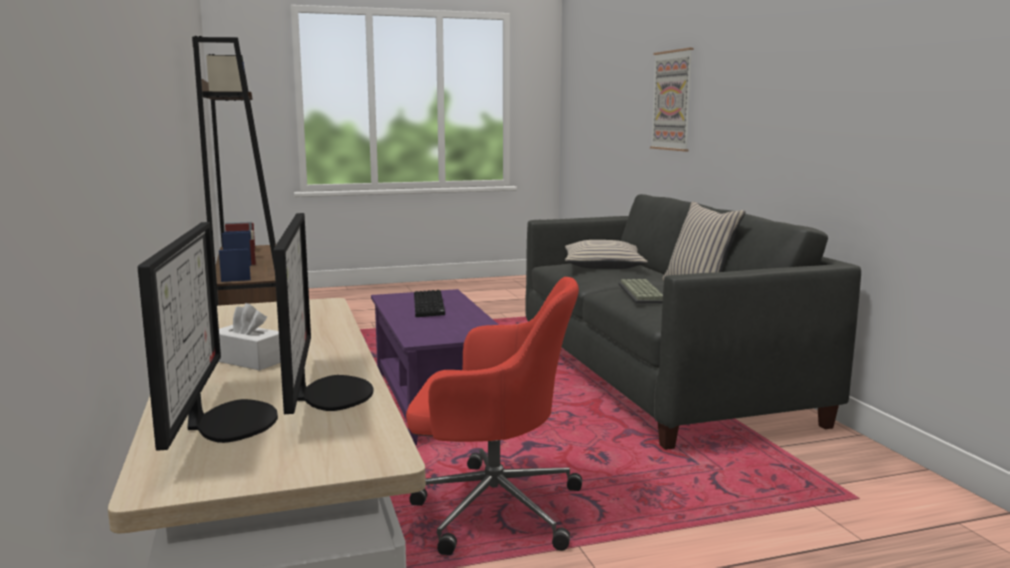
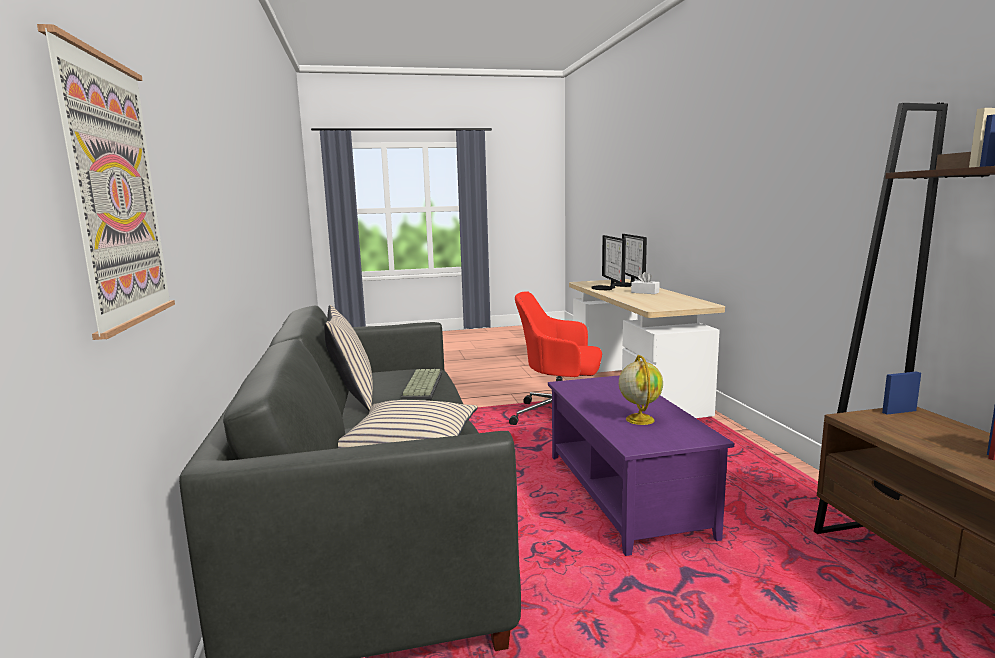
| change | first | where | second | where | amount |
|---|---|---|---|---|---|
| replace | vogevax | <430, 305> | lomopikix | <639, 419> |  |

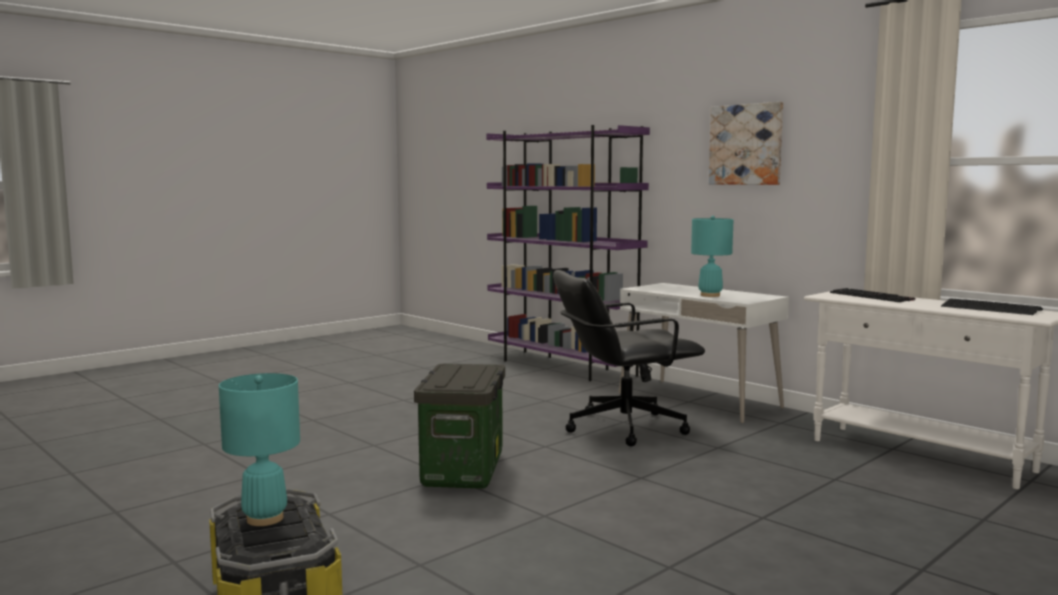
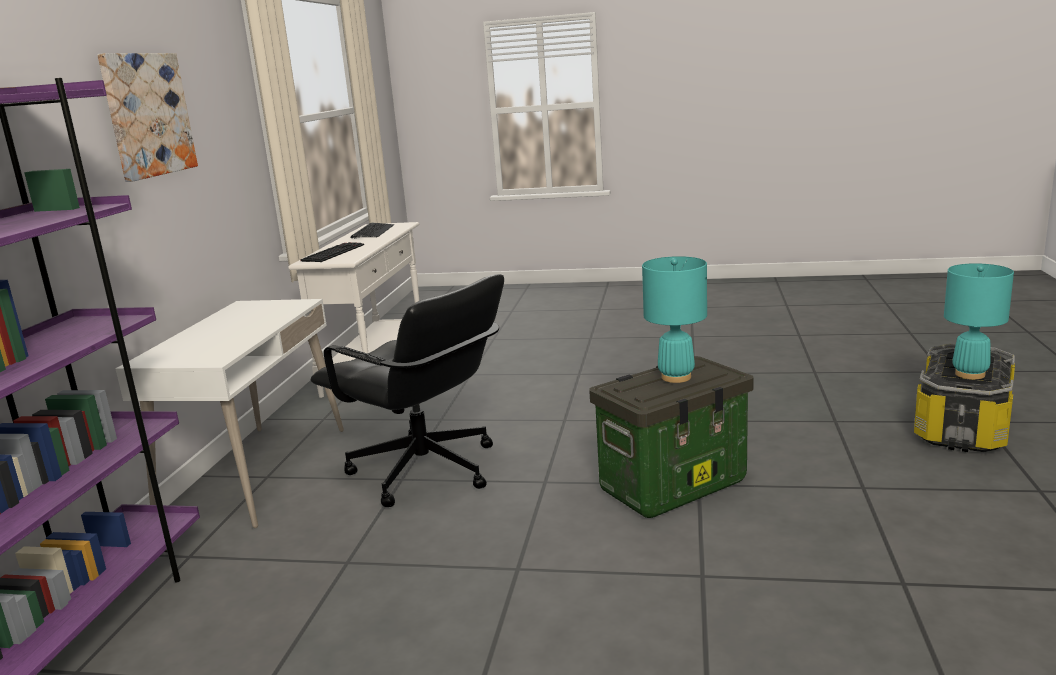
| change | first | where | second | where | amount |
|---|---|---|---|---|---|
| move | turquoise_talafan | <710, 295> |  | <676, 377> |  |

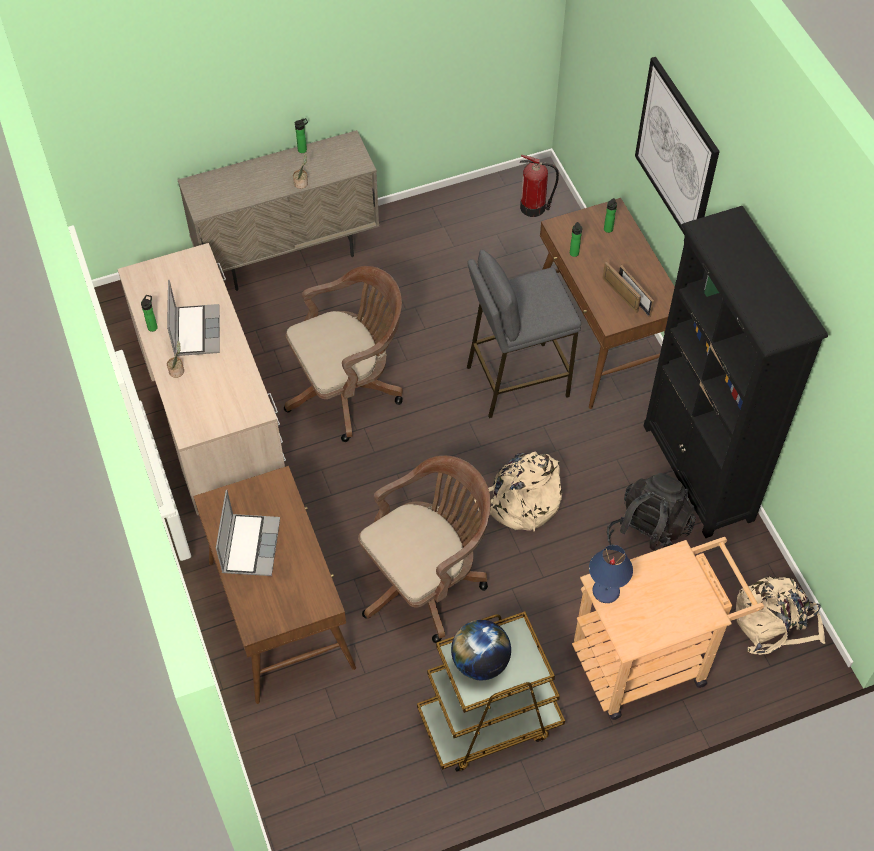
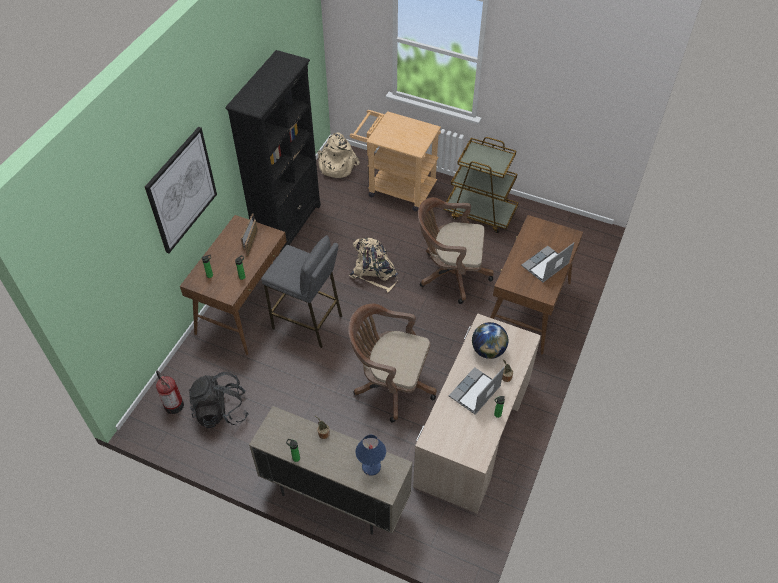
| change | first | where | second | where | amount |
|---|---|---|---|---|---|
| move | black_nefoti | <648, 535> |  | <221, 411> |  |
| move | blue_talafan | <606, 591> |  | <370, 467> |  |
| move | lomopikix | <480, 662> |  | <488, 350> |  |

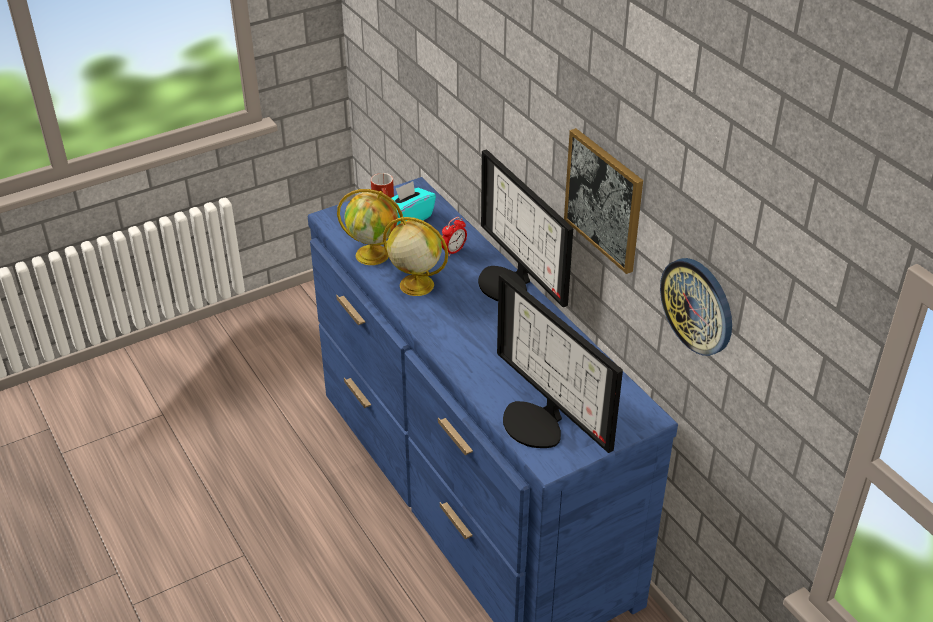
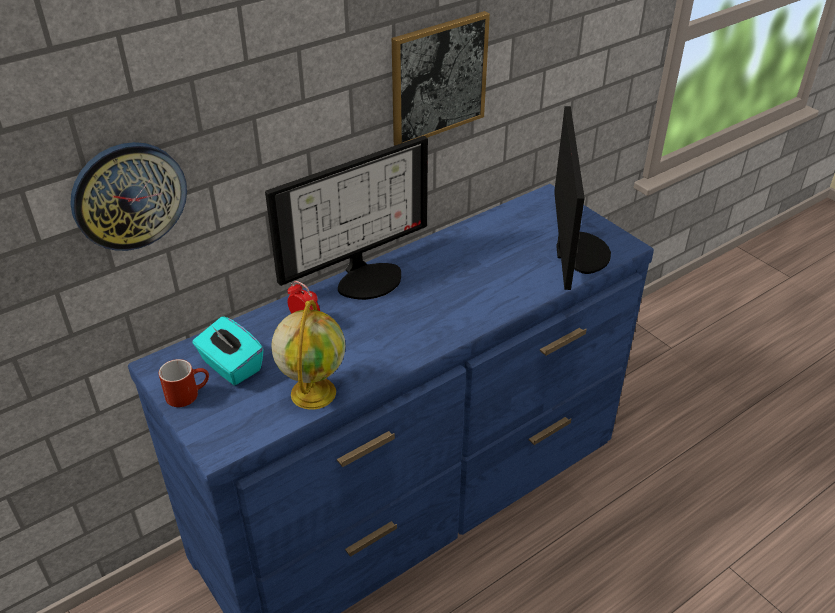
| change | first | where | second | where | amount |
|---|---|---|---|---|---|
| delete | lomopikix | <415, 285> |  |  |  |
| move | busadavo | <698, 305> |  | <129, 196> |  |
| rotate | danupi | <538, 422> |  | <577, 252> | 45 degrees counterclockwise |

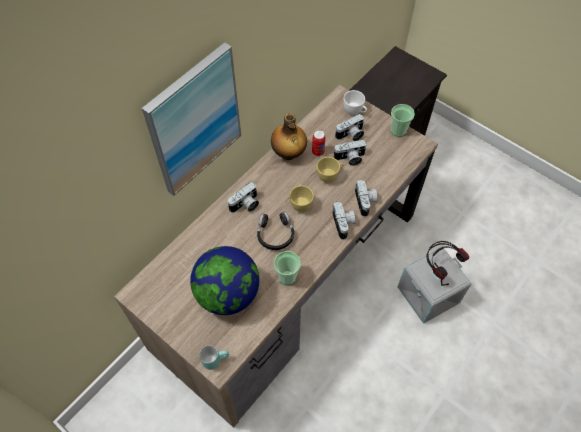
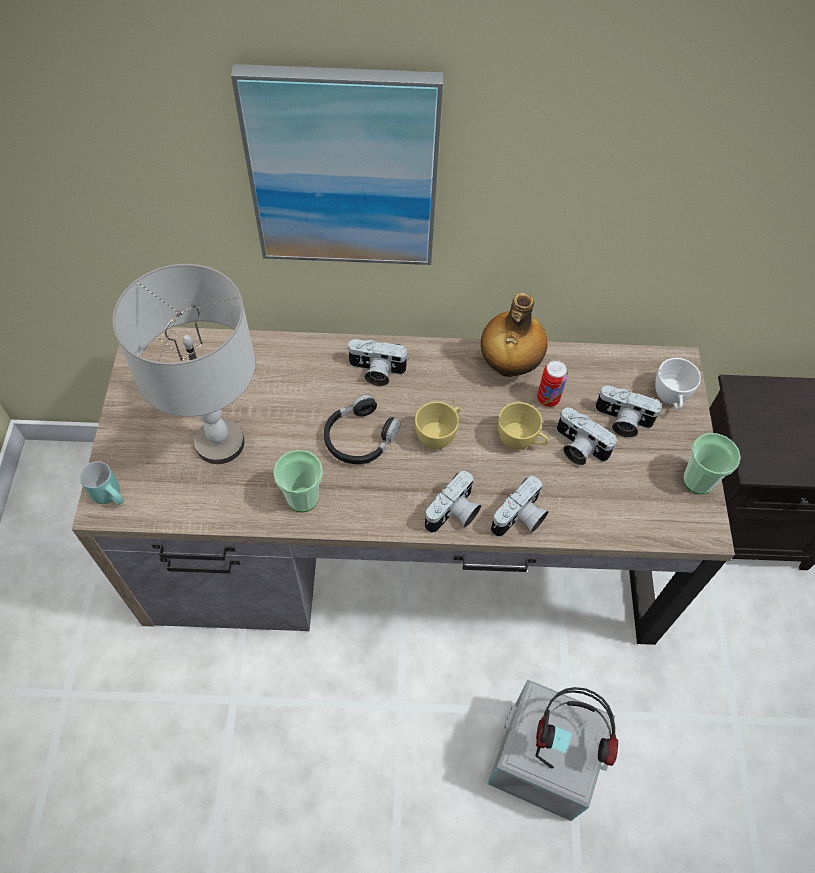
| change | first | where | second | where | amount |
|---|---|---|---|---|---|
| replace | lomopikix | <227, 294> | grey_talafan | <220, 444> |  |

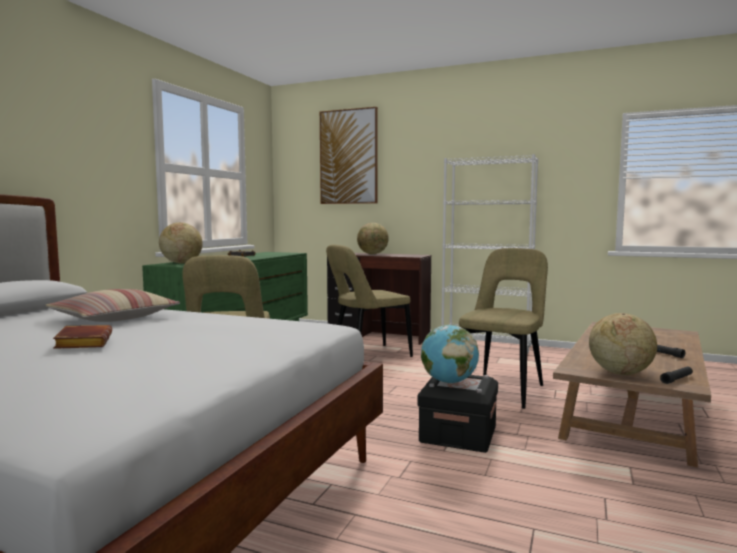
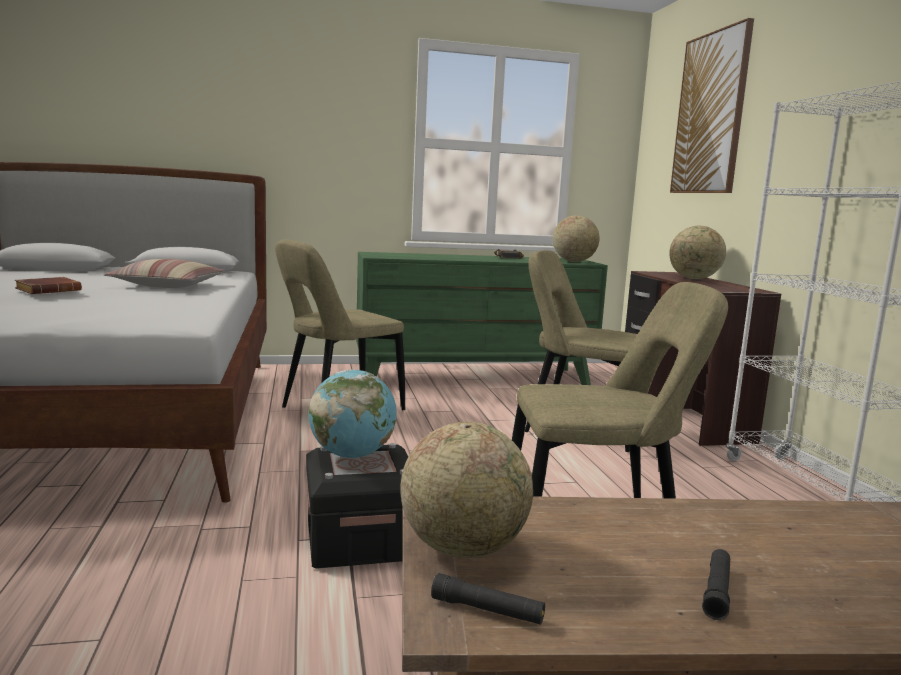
| change | first | where | second | where | amount |
|---|---|---|---|---|---|
| move | lomopikix | <181, 263> |  | <573, 261> |  |

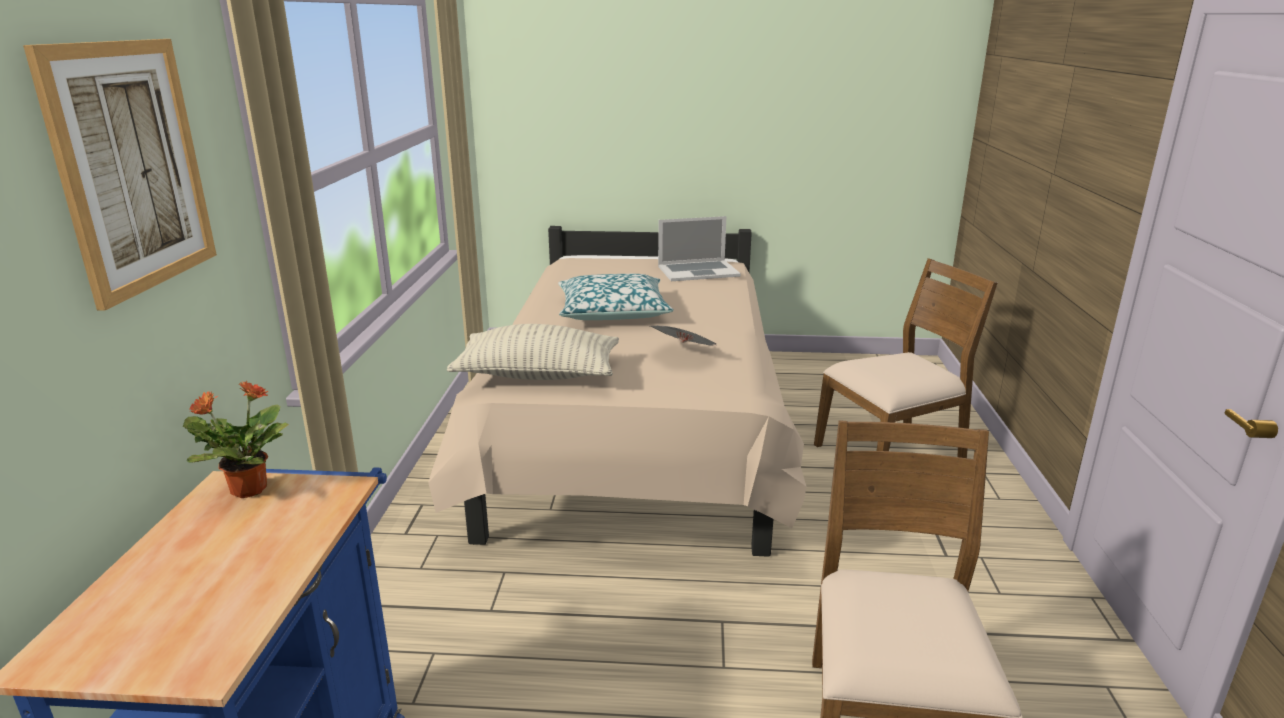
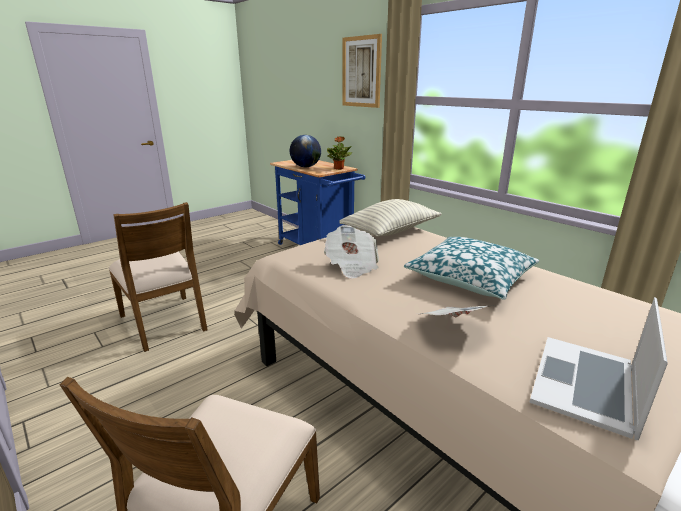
| change | first | where | second | where | amount |
|---|---|---|---|---|---|
| insert |  |  | lomopikix | <305, 167> |  |
| insert |  |  | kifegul | <452, 327> |  |

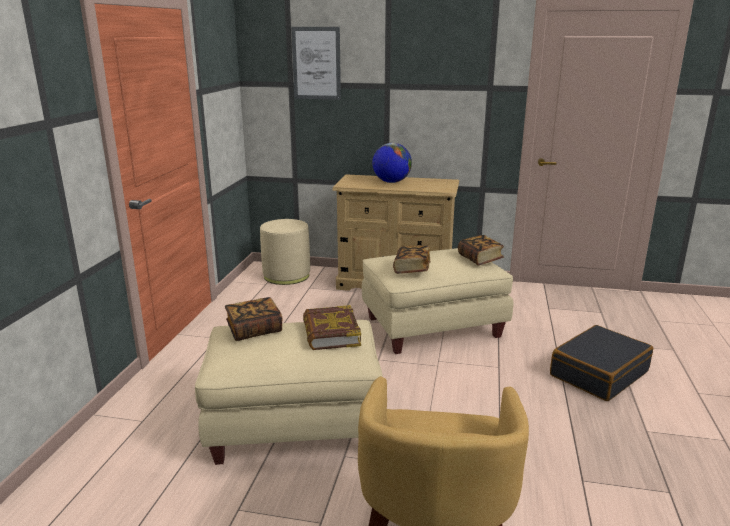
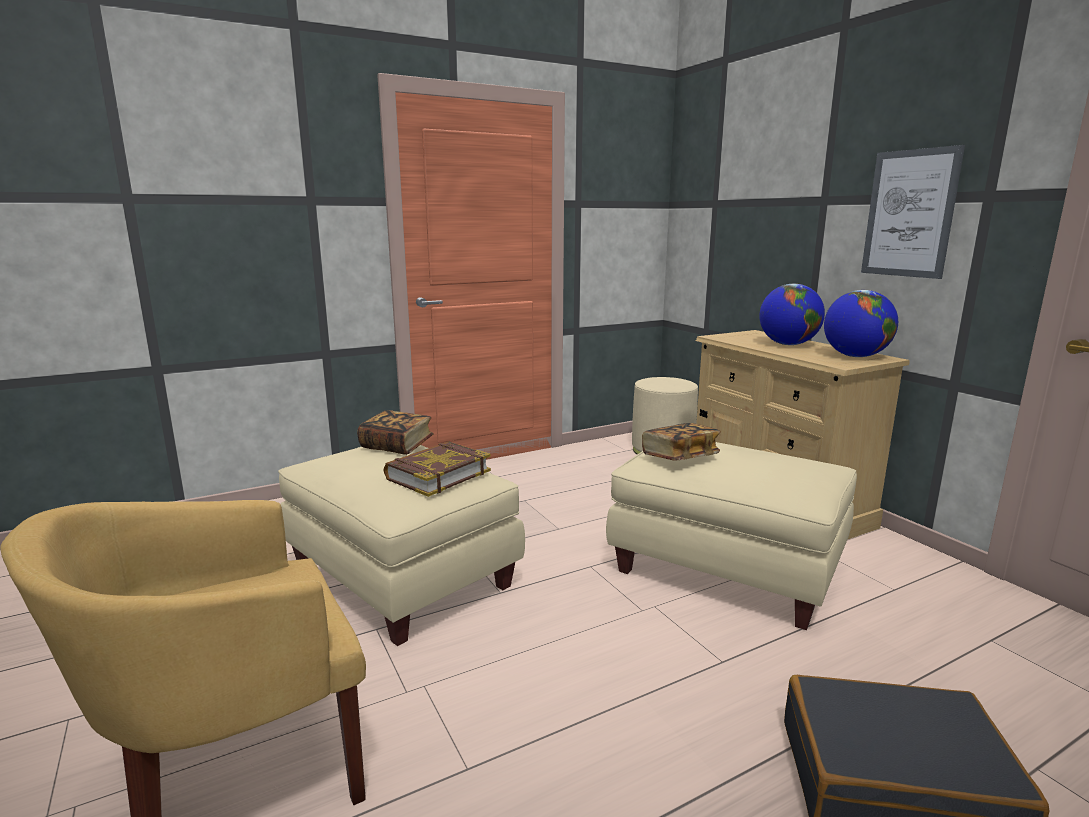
| change | first | where | second | where | amount |
|---|---|---|---|---|---|
| move | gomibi | <316, 63> |  | <909, 214> |  |
| delete | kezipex | <480, 259> |  |  |  |
| insert |  |  | lomopikix | <855, 356> |  |

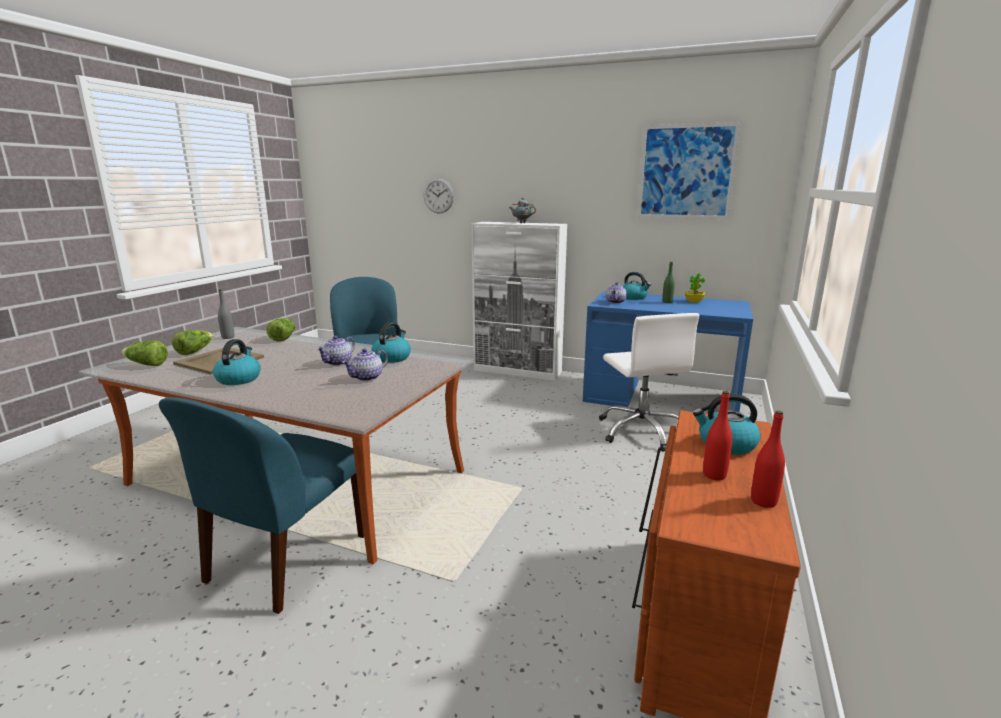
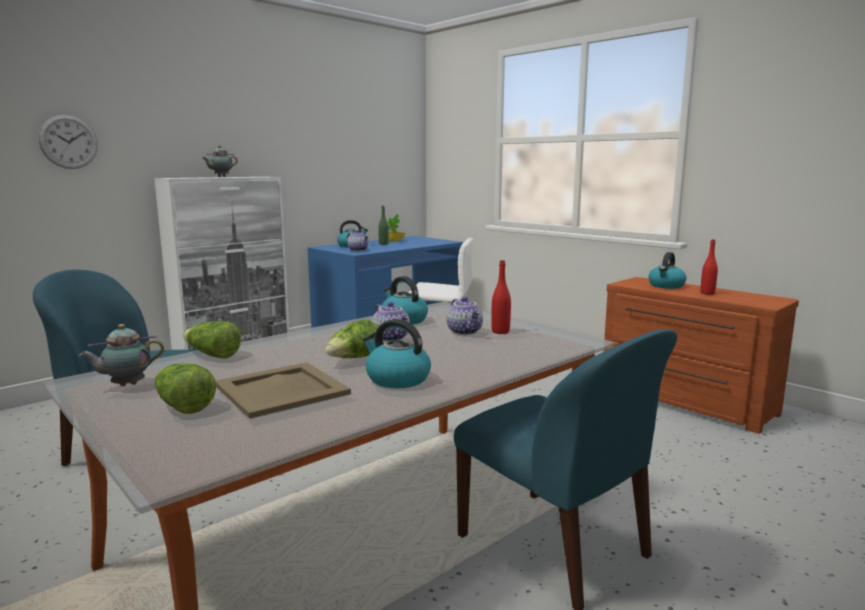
| change | first | where | second | where | amount |
|---|---|---|---|---|---|
| delete | gomibi | <686, 172> |  |  |  |
| replace | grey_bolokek | <228, 337> | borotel | <125, 385> |  |
| move | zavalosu | <146, 364> |  | <354, 359> |  |
| move | red_bolokek | <763, 501> |  | <500, 332> |  |

